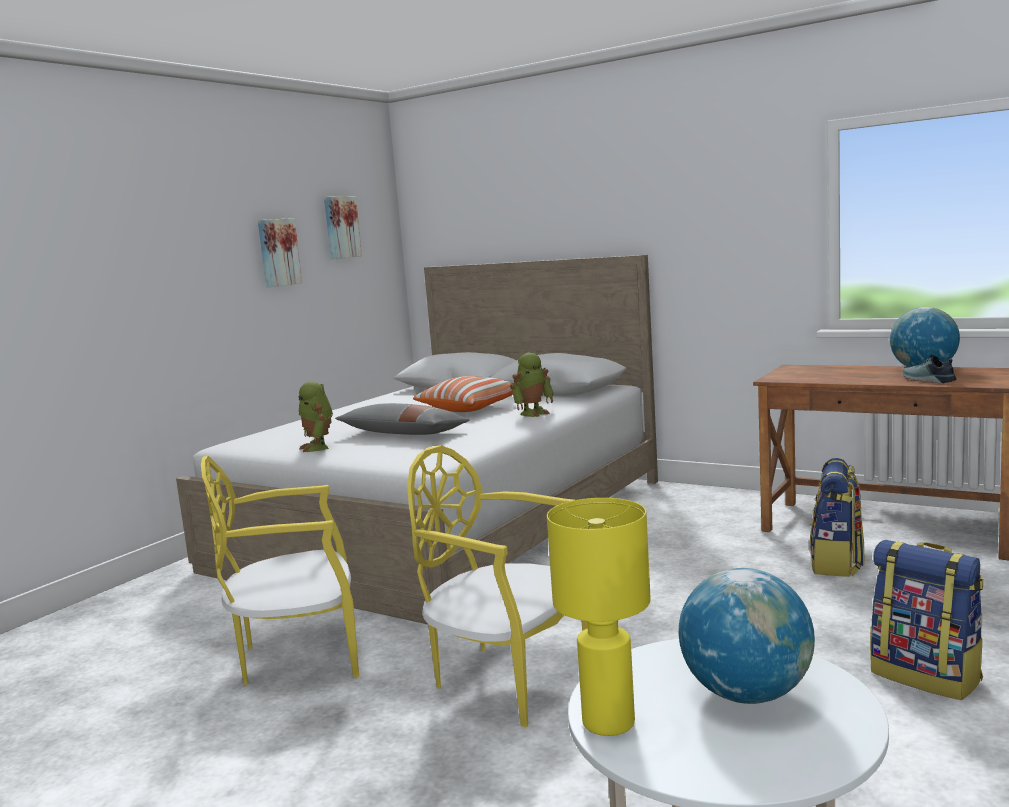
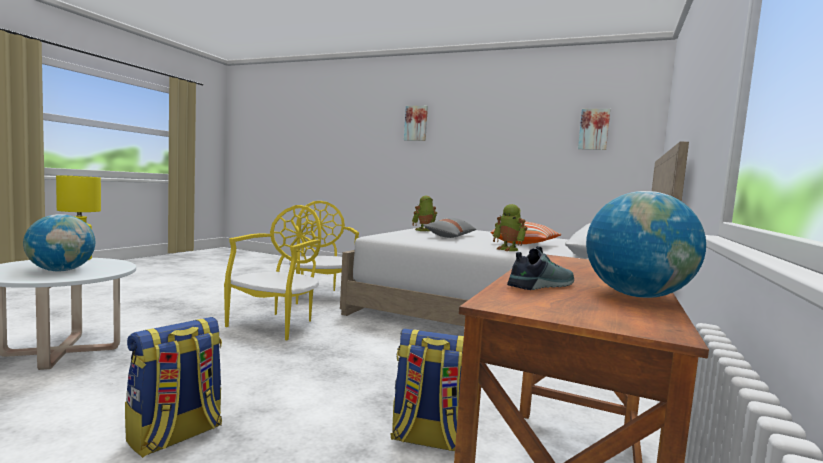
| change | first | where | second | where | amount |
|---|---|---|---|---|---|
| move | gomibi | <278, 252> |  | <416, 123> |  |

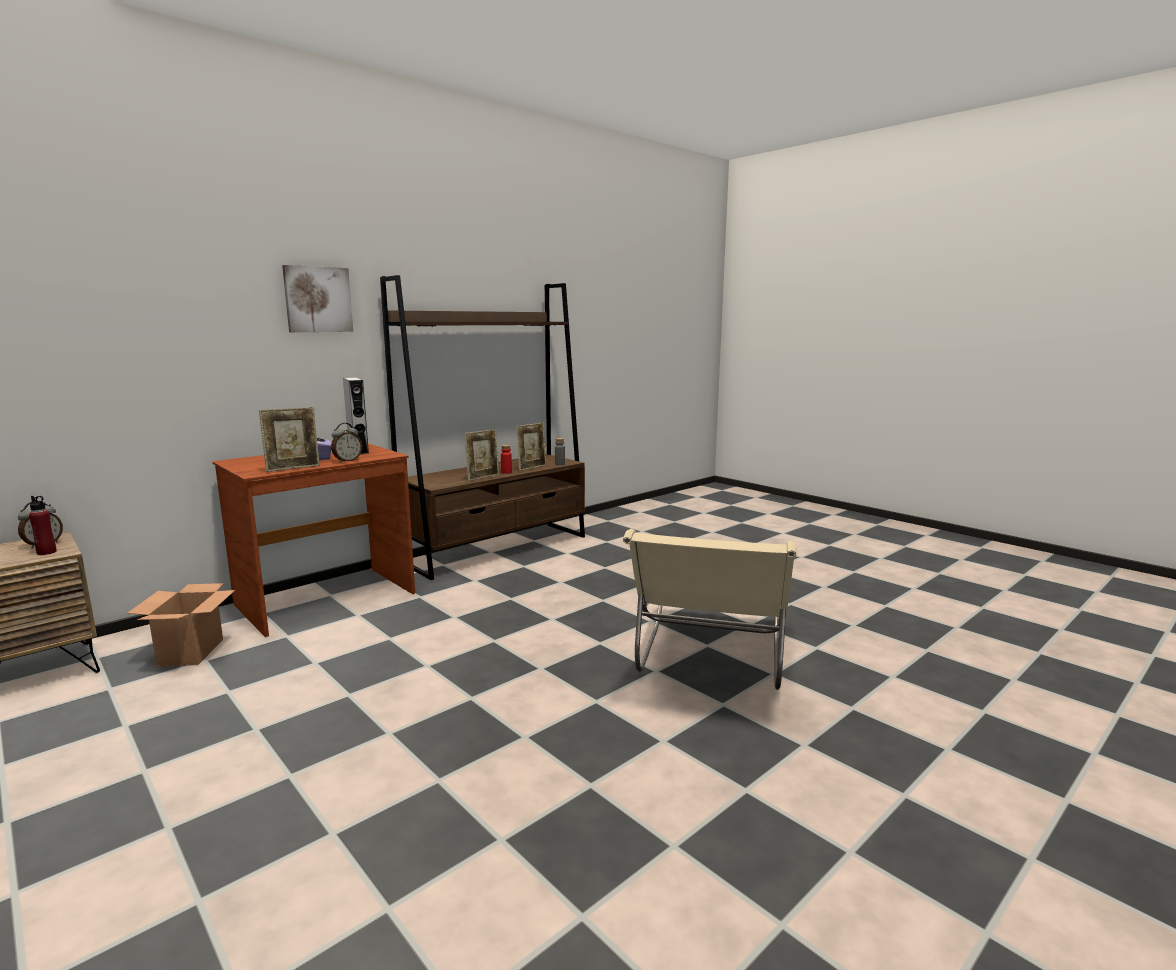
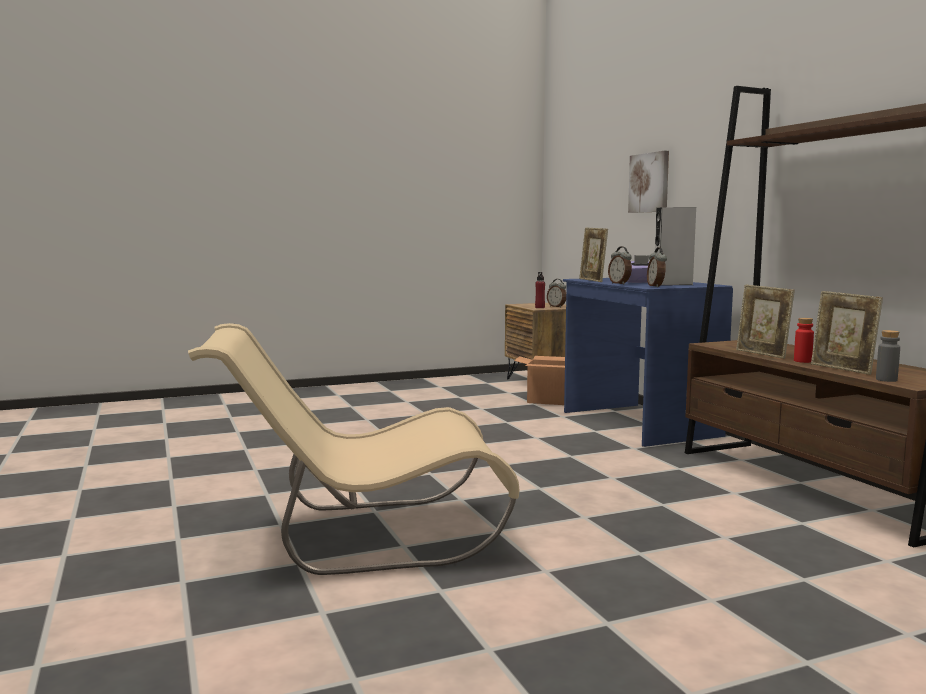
| change | first | where | second | where | amount |
|---|---|---|---|---|---|
| move | gomibi | <318, 299> |  | <649, 182> |  |
| recolor | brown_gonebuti | <326, 600> | blue_gonebuti | <637, 423> |  |
| rotate | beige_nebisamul | <710, 663> |  | <360, 537> | 45 degrees counterclockwise |
| insert |  |  | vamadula | <656, 286> |  |

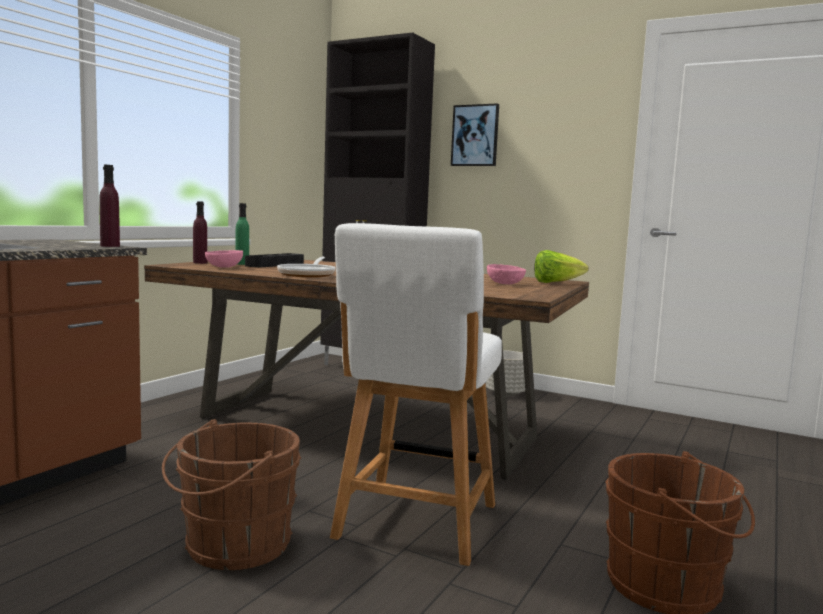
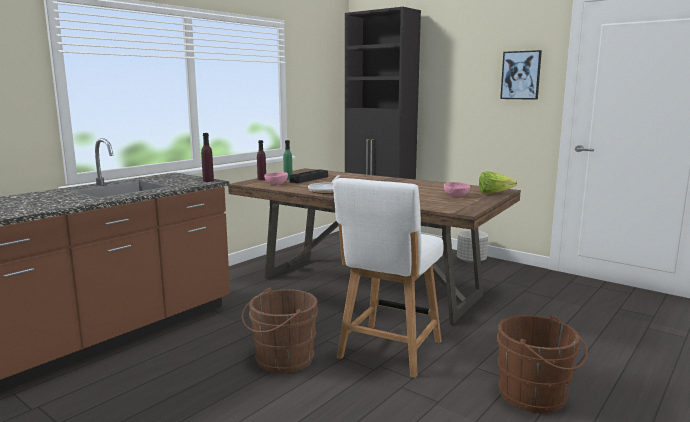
| change | first | where | second | where | amount |
|---|---|---|---|---|---|
| move | gomibi | <475, 135> |  | <521, 75> |  |

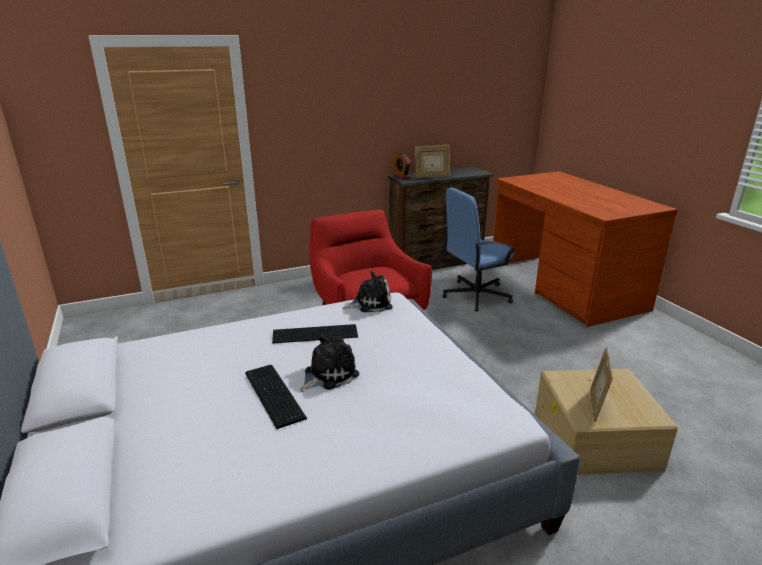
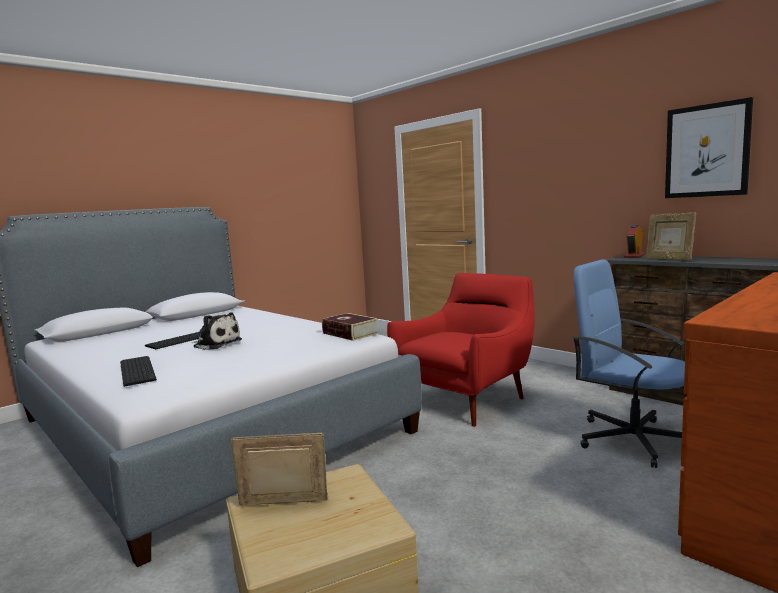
| change | first | where | second | where | amount |
|---|---|---|---|---|---|
| replace | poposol | <370, 303> | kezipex | <350, 333> |  |
| move | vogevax | <314, 333> |  | <139, 370> |  |
| insert |  |  | gomibi | <707, 151> |  |

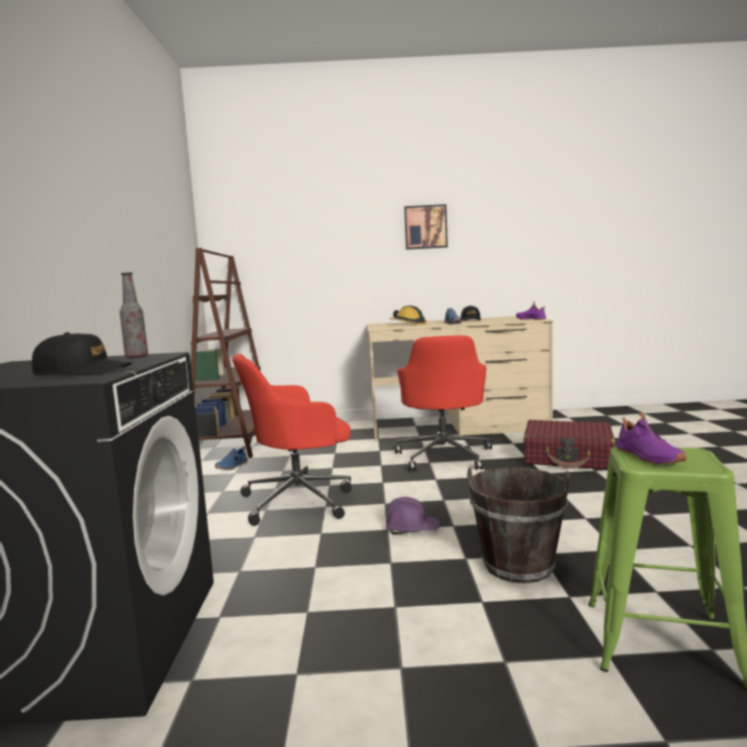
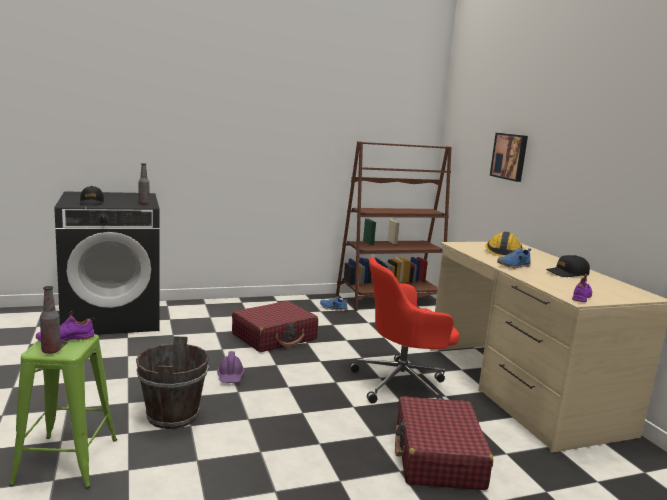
| change | first | where | second | where | amount |
|---|---|---|---|---|---|
| move | gomibi | <425, 227> |  | <510, 156> |  |
| replace | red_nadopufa | <300, 500> | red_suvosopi | <274, 337> |  |
| insert |  |  | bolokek | <51, 351> |  |

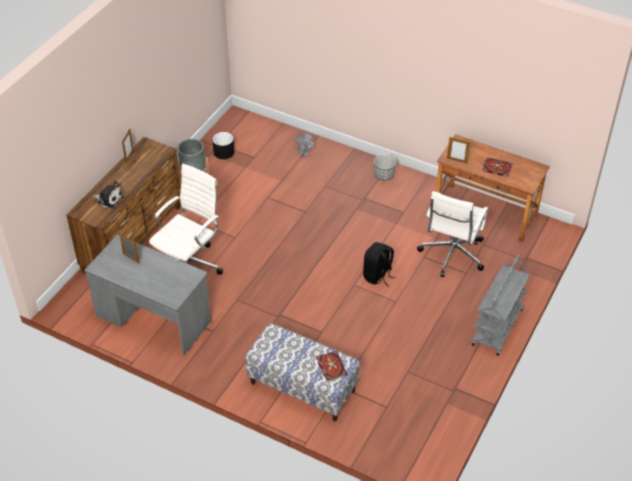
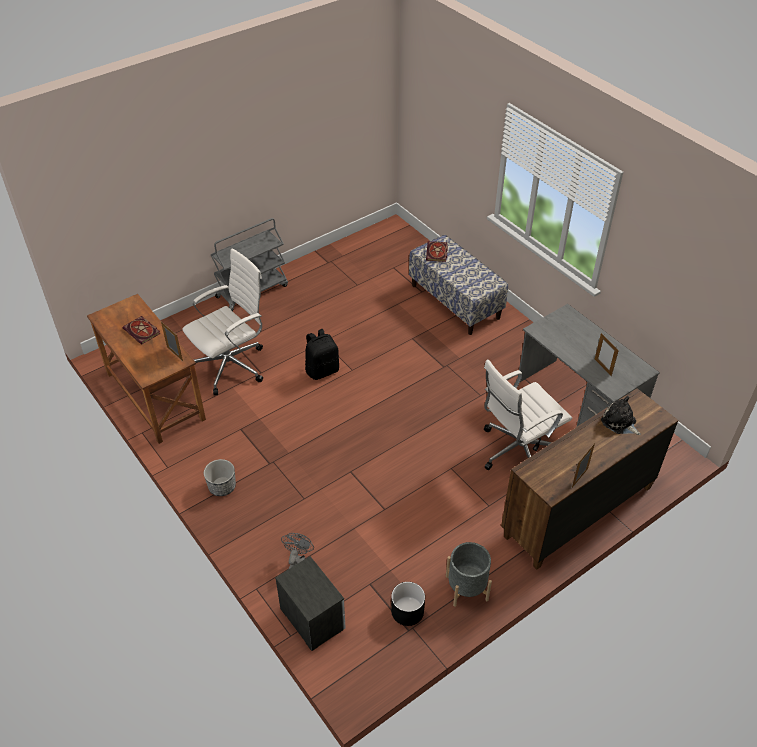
| change | first | where | second | where | amount |
|---|---|---|---|---|---|
| insert |  |  | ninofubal | <312, 618> |  |

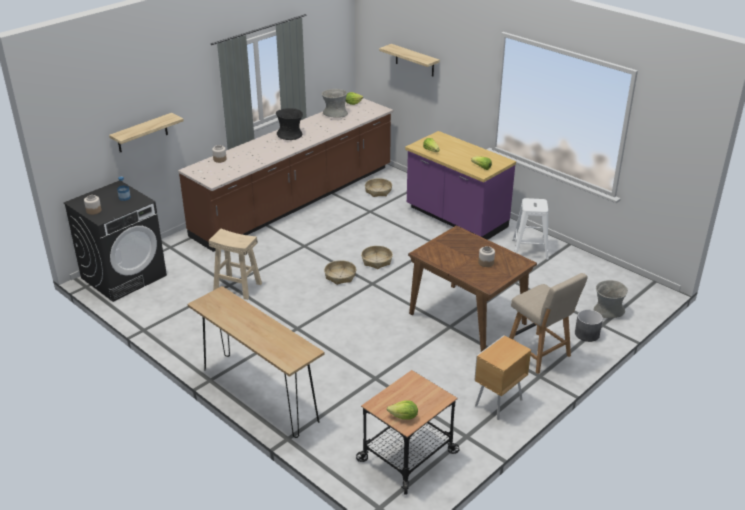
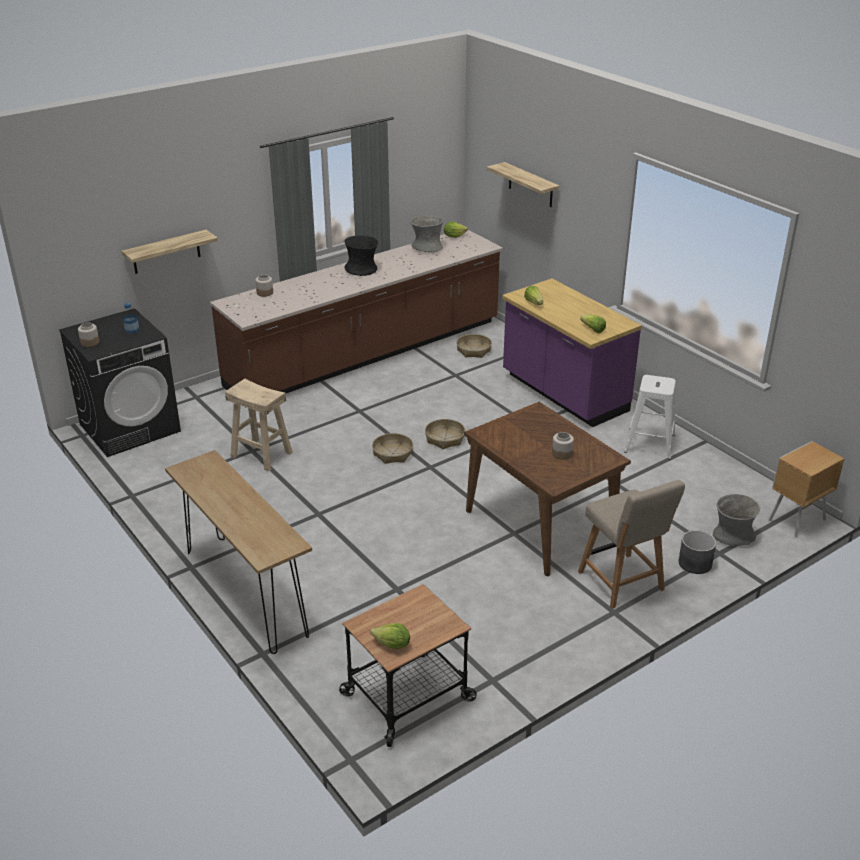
| change | first | where | second | where | amount |
|---|---|---|---|---|---|
| move | brown_ninofubal | <497, 403> |  | <795, 520> |  |

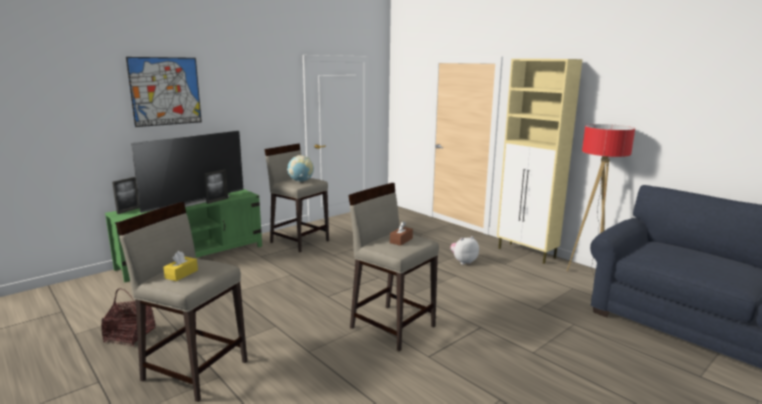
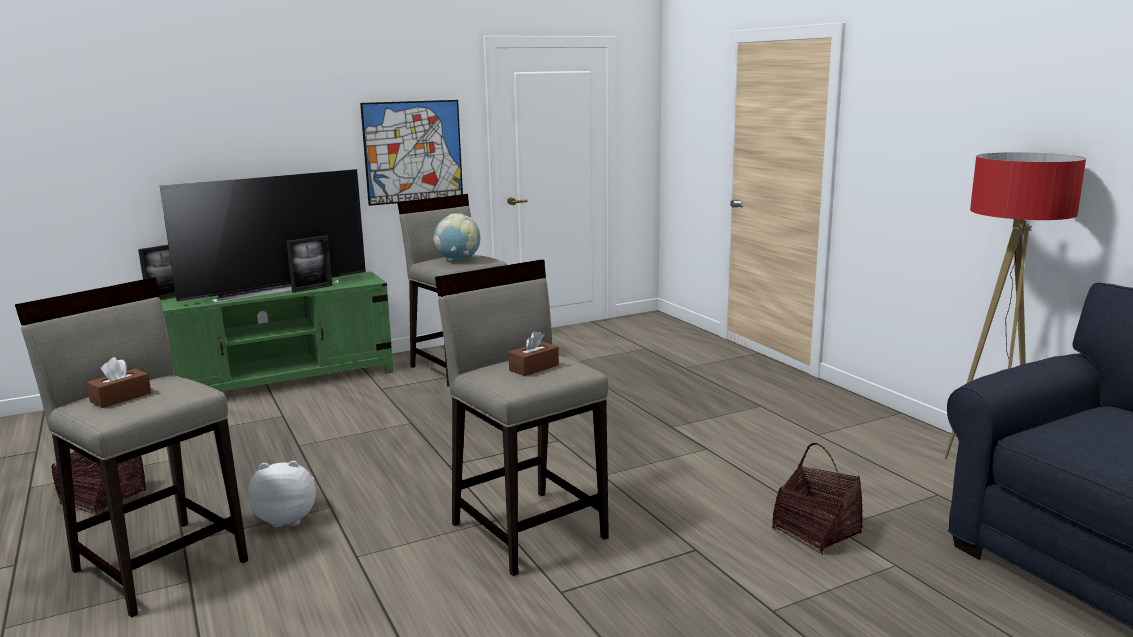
| change | first | where | second | where | amount |
|---|---|---|---|---|---|
| move | gomibi | <165, 91> |  | <413, 152> |  |
| delete | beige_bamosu | <527, 253> |  |  |  |
| move | poposol | <463, 261> |  | <287, 519> |  |
| recolor | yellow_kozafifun | <181, 274> | brown_kozafifun | <121, 397> |  |
| insert |  |  | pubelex | <816, 532> |  |

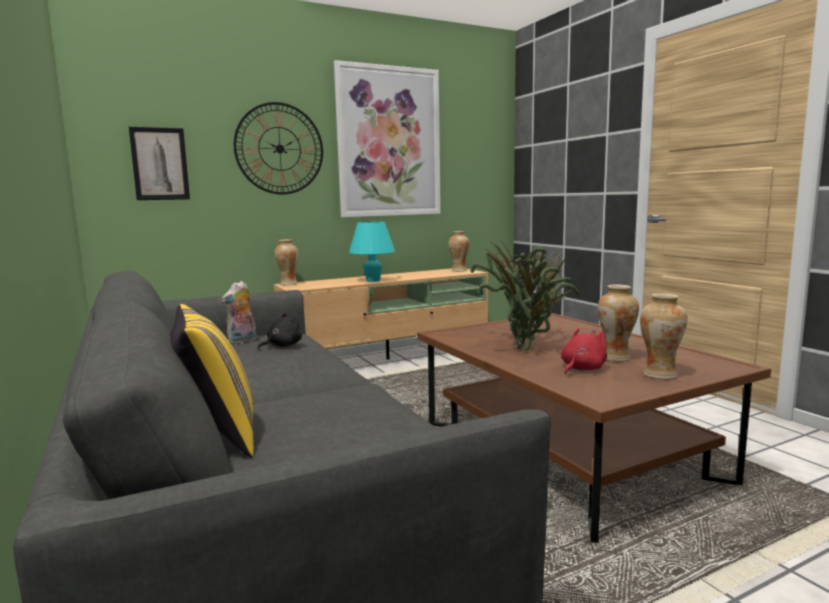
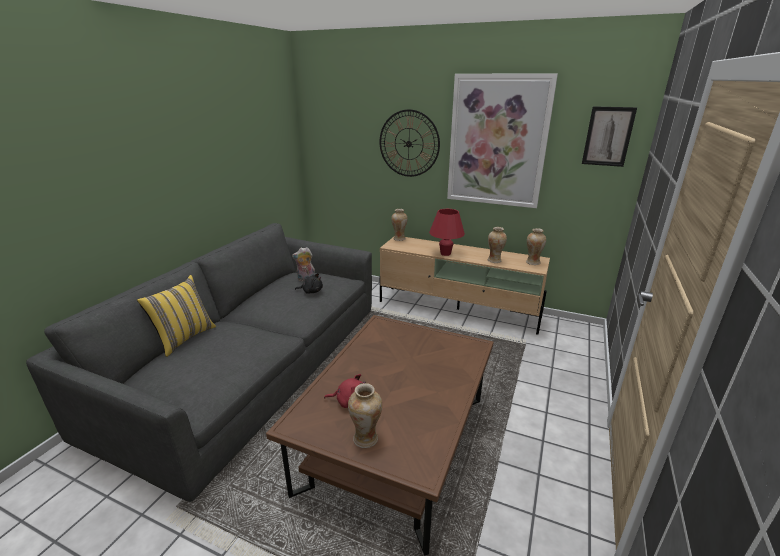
| change | first | where | second | where | amount |
|---|---|---|---|---|---|
| move | gomibi | <160, 164> |  | <608, 136> |  |
| recolor | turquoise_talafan | <373, 281> | red_talafan | <445, 253> |  |
| delete | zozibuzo | <525, 347> |  |  |  |
| move | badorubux | <615, 357> |  | <494, 260> |  |

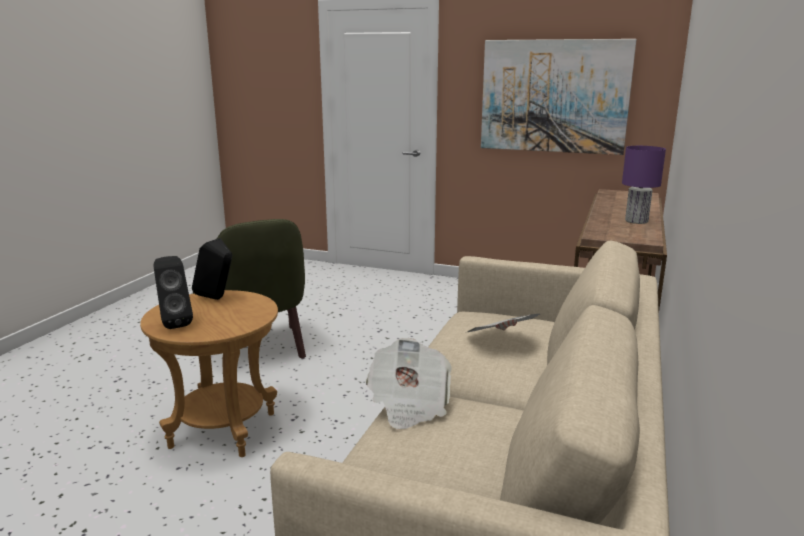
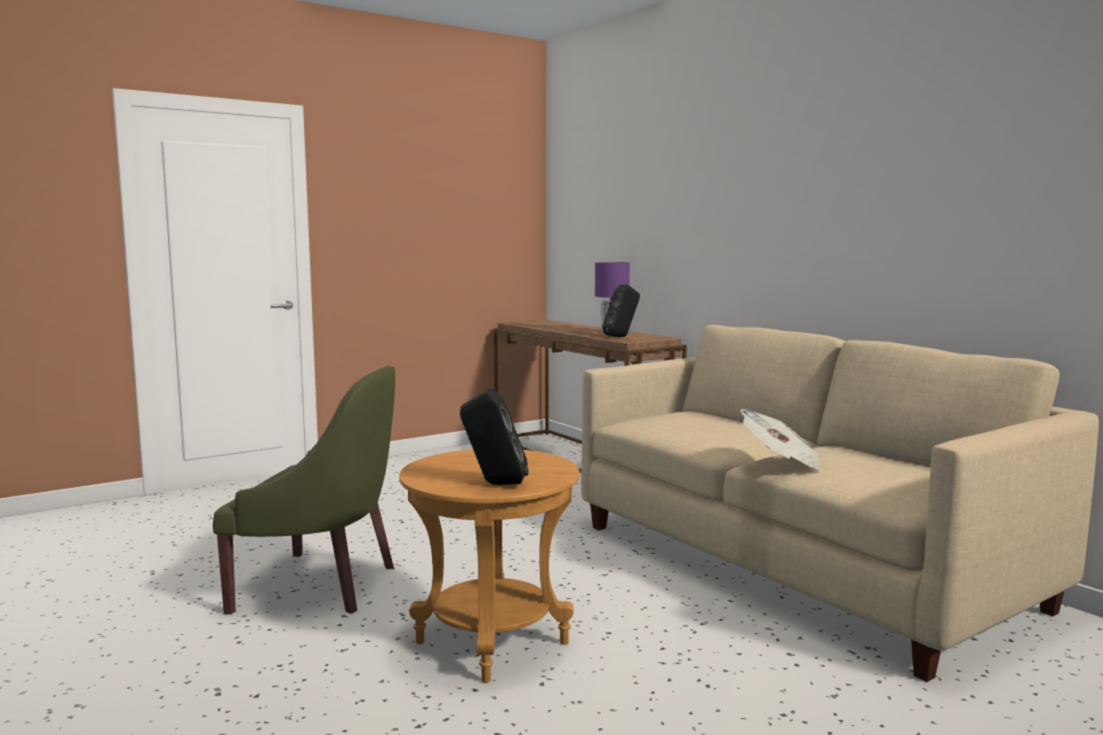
| change | first | where | second | where | amount |
|---|---|---|---|---|---|
| delete | gomibi | <554, 96> |  |  |  |
| move | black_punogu | <217, 299> |  | <622, 337> |  |
| delete | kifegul | <500, 341> |  |  |  |

